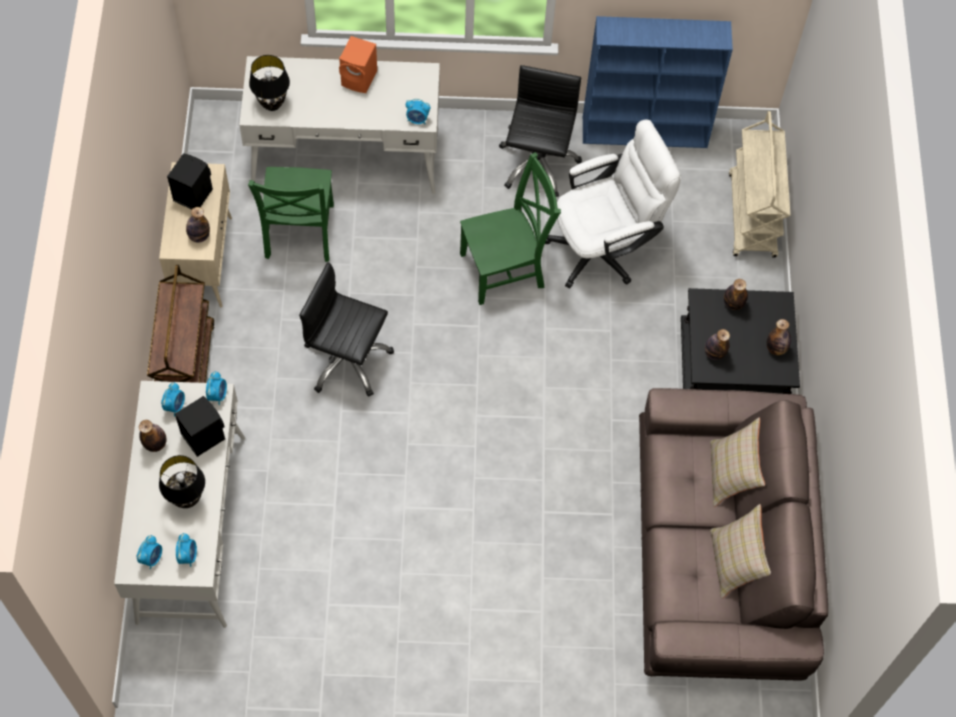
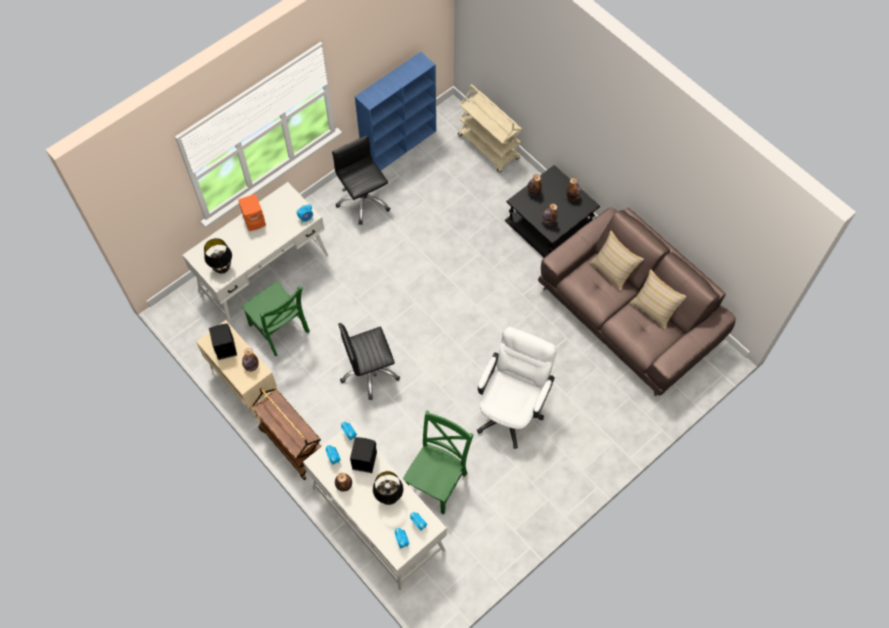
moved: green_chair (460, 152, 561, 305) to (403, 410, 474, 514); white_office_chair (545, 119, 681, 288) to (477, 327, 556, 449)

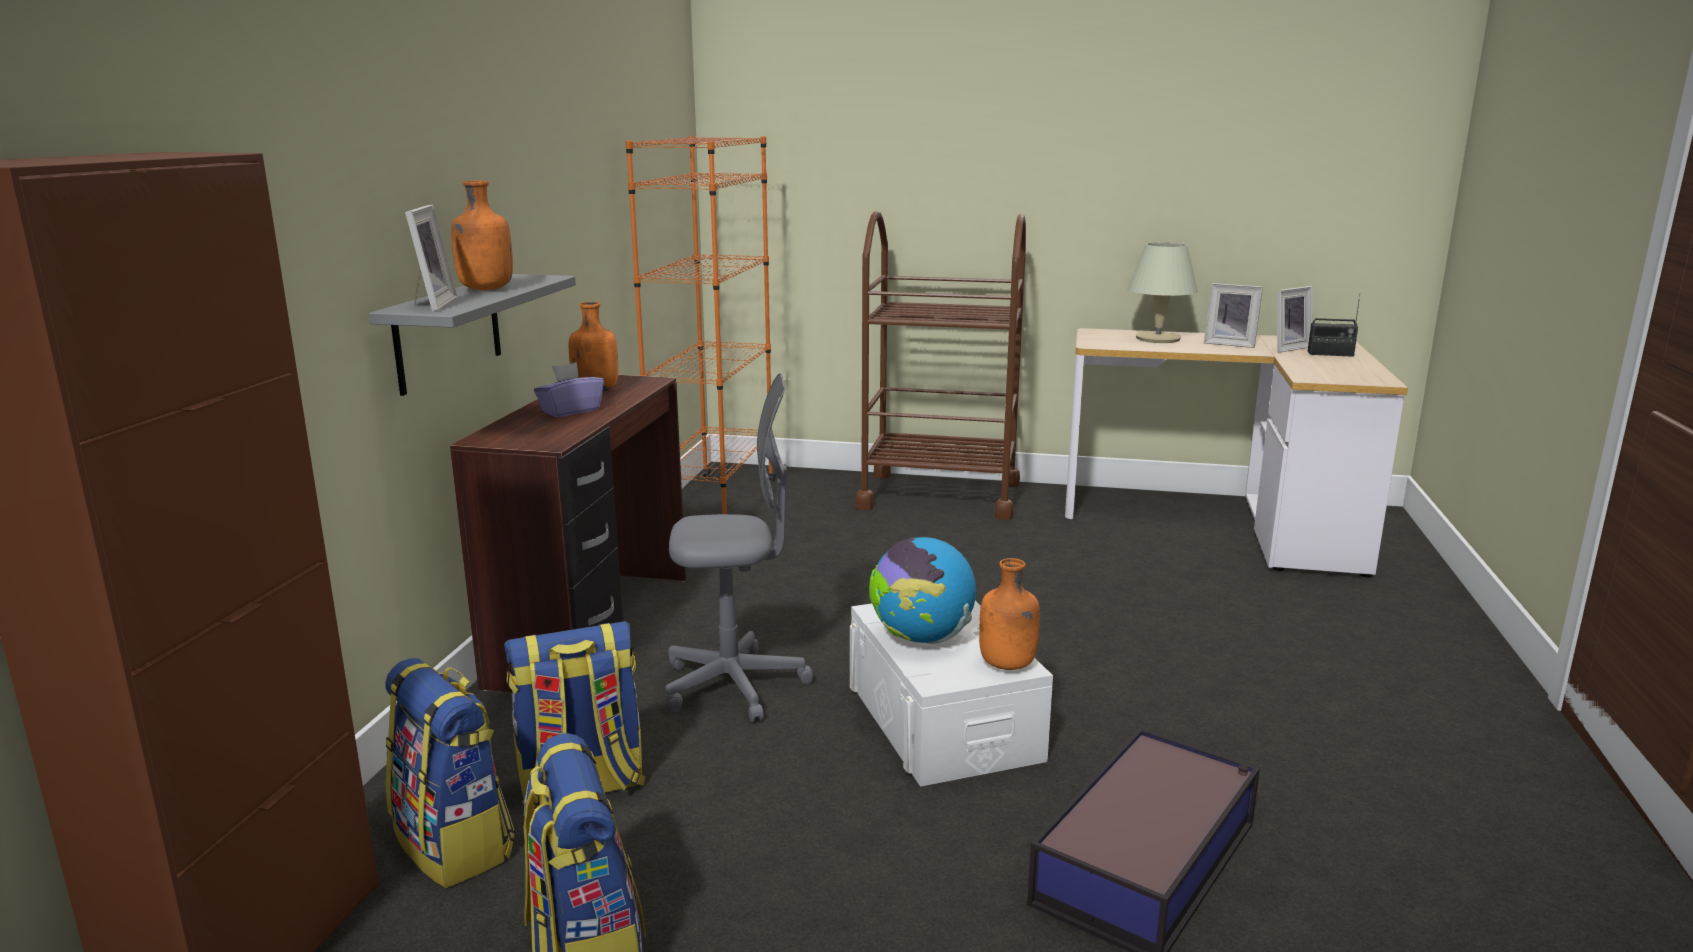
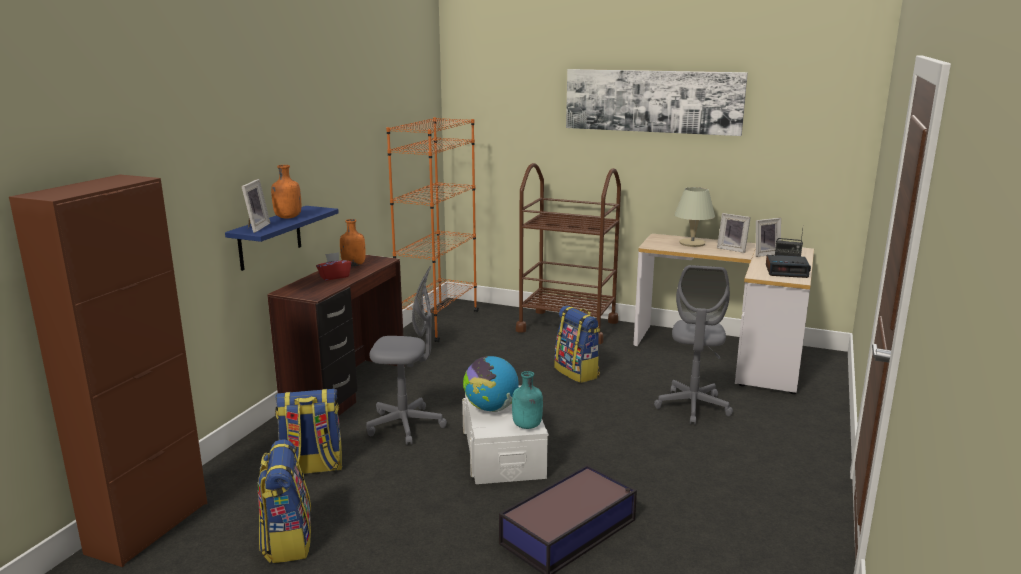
added: picture (566, 69, 748, 136); grey_office_chair (654, 265, 733, 425); alarm_clock (766, 255, 811, 278)
moved: backpack (385, 658, 514, 888) to (554, 305, 600, 383)
recoloured: grey_shelf (369, 274, 576, 396) to blue_shelf (225, 206, 339, 271); purple_tissue_box (534, 362, 604, 417) to red_tissue_box (316, 252, 351, 281); orange_bottle (979, 558, 1040, 670) to turquoise_bottle (512, 371, 543, 429)

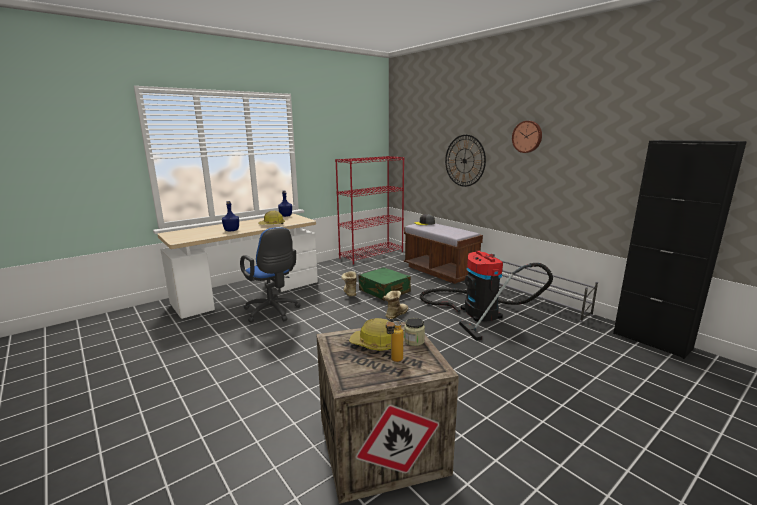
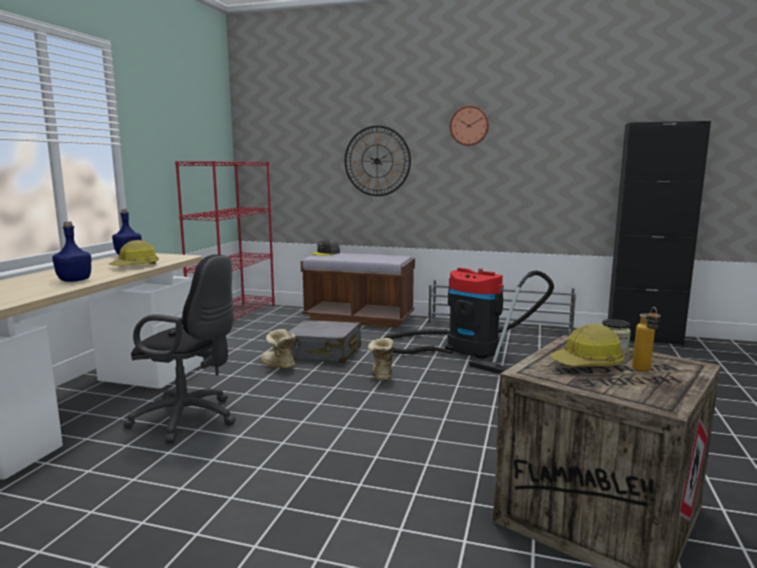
recoloured: blue_office_chair (240, 227, 300, 323) to black_office_chair (123, 254, 236, 444); green_suitcase (359, 267, 411, 301) to grey_suitcase (288, 320, 361, 363)

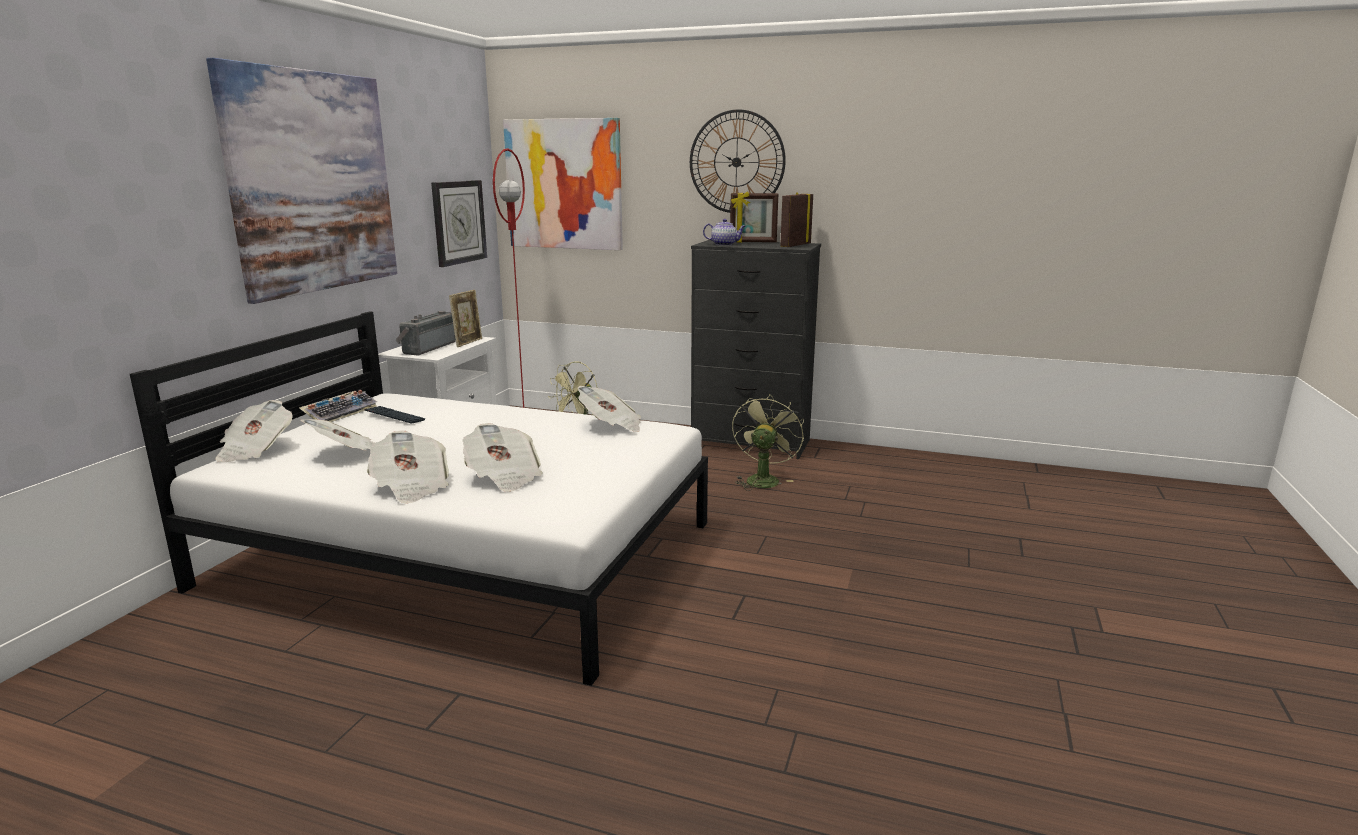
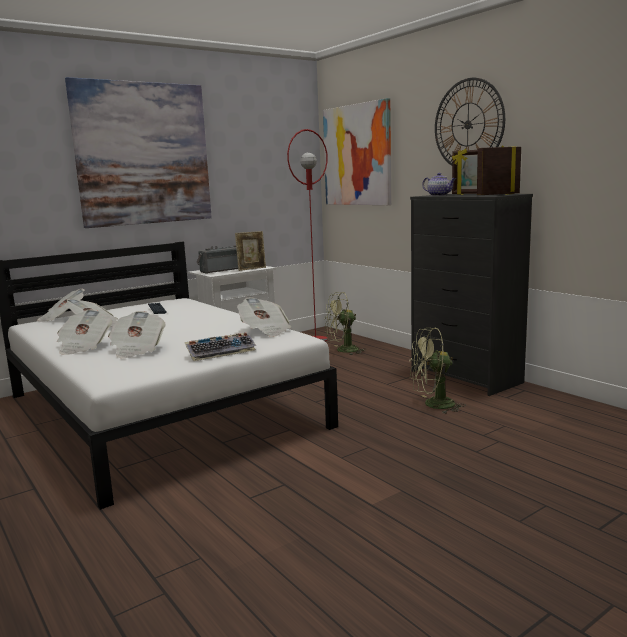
removed: wall_clock (431, 180, 487, 267)
moved: keyboard (299, 390, 377, 422) to (184, 332, 256, 361)
turned: green_fan (732, 394, 804, 491) = (410, 328, 466, 414) 150 degrees counterclockwise

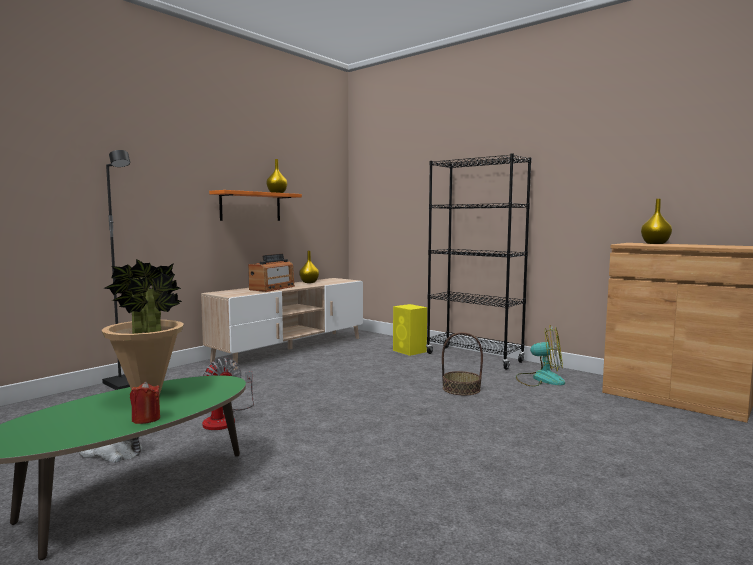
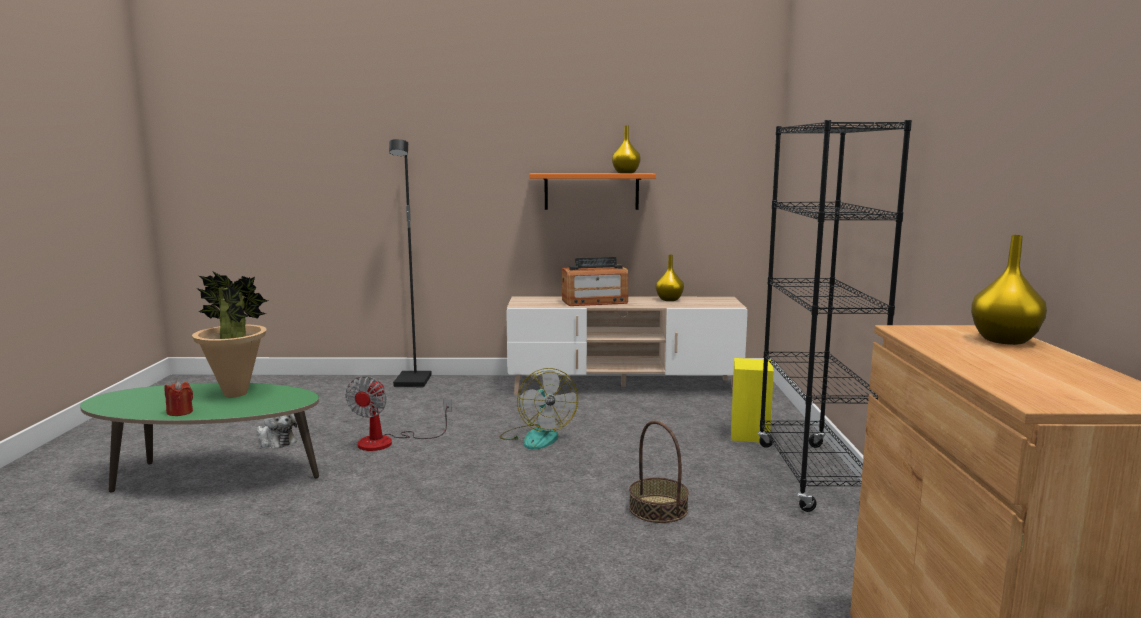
moved: fan (516, 325, 565, 387) to (500, 368, 578, 450)

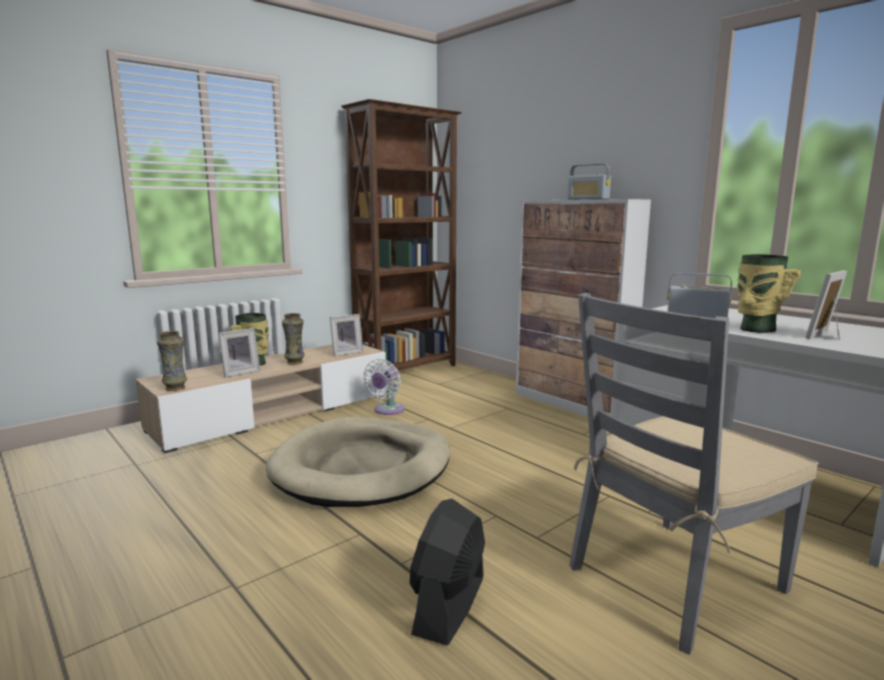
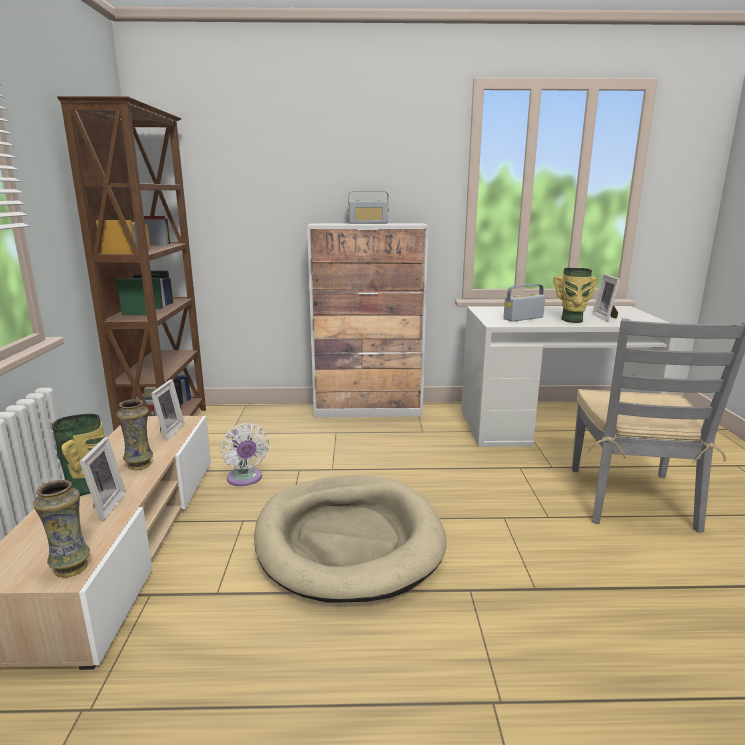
removed: black_fan (410, 499, 485, 646)

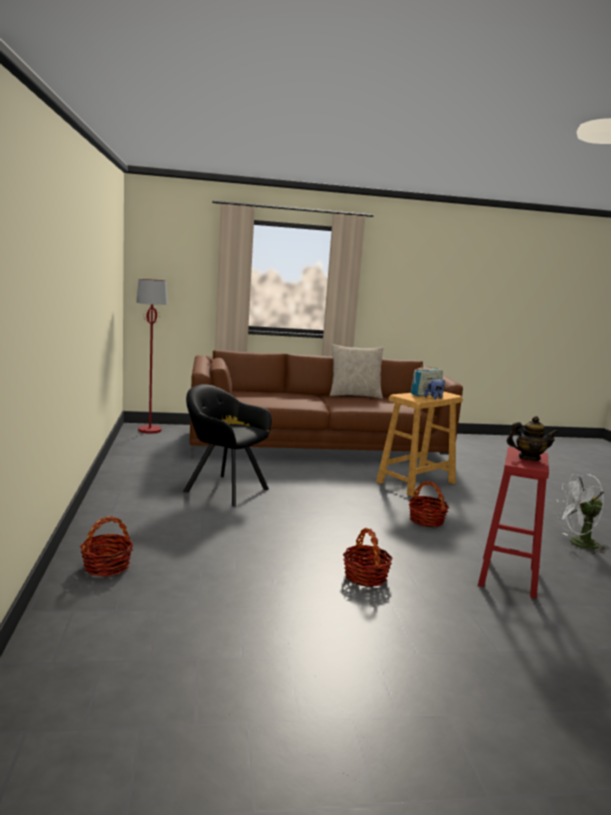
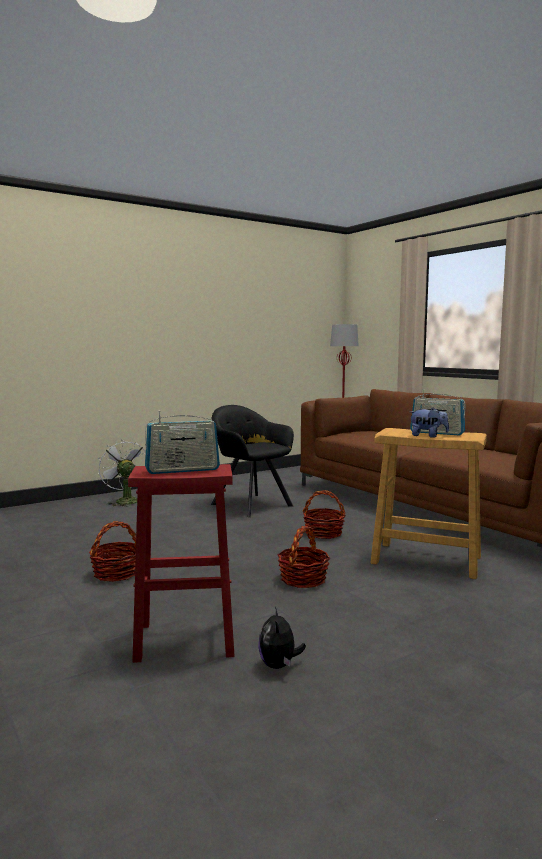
removed: beige_pillow (330, 344, 384, 399)
added: plush_toy (258, 607, 306, 669)
moved: basket (80, 516, 134, 577) to (303, 490, 346, 539); white_fan (557, 474, 609, 554) to (98, 439, 146, 507)
replaced: teapot (507, 416, 559, 461) to radio (145, 411, 220, 474)
turned: black_armchair (183, 384, 272, 507) = (211, 405, 294, 517) 45 degrees counterclockwise

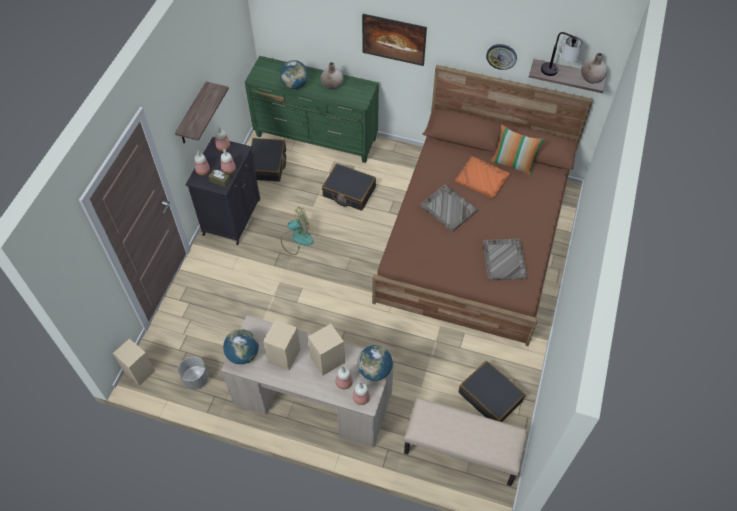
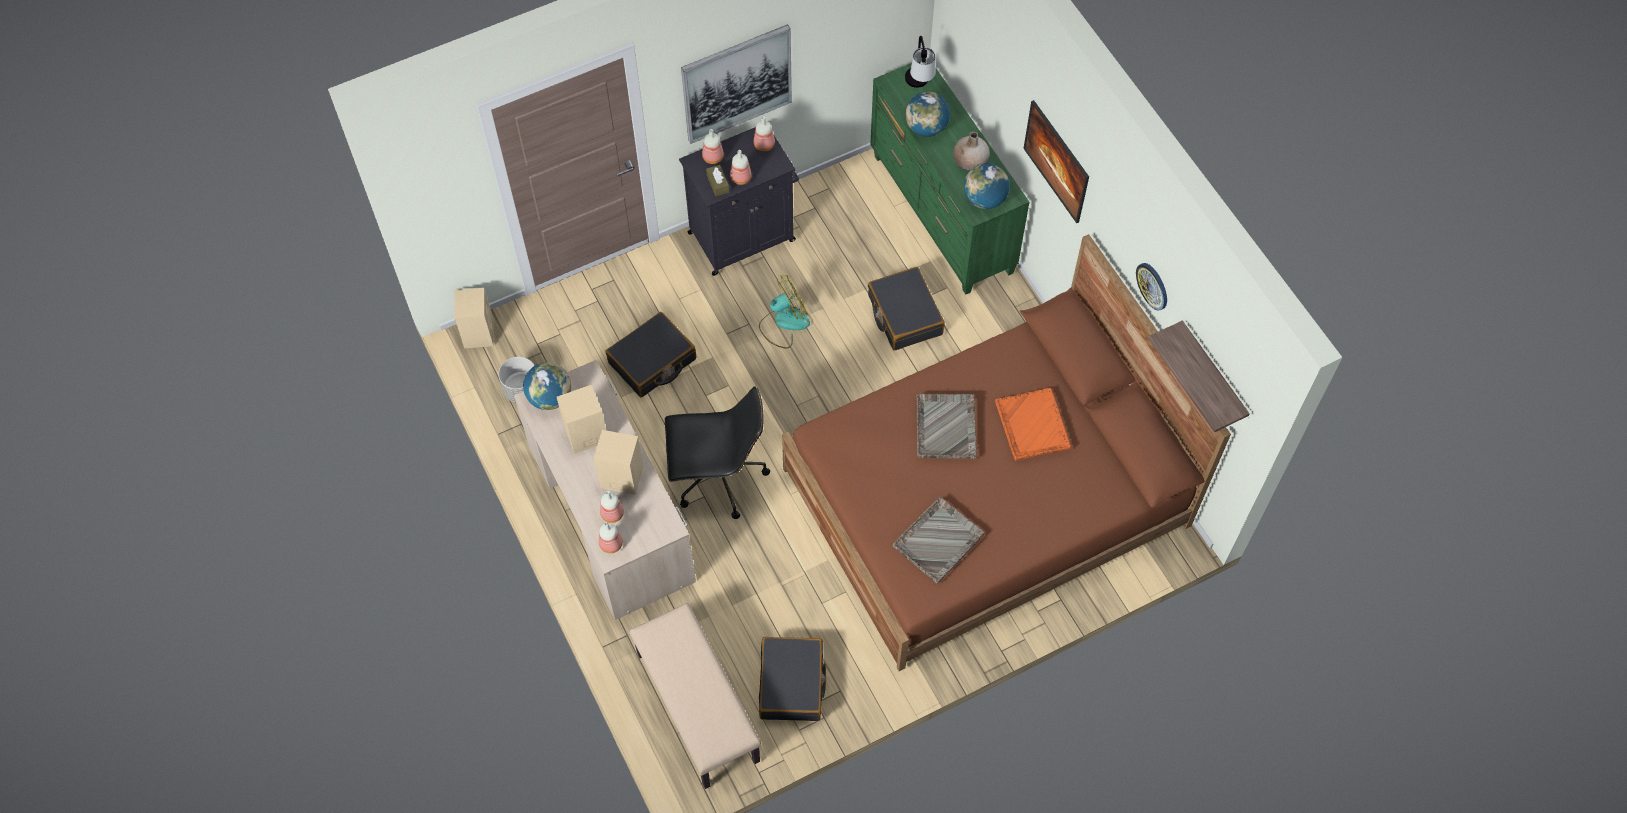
removed: pillow (491, 125, 544, 176); beige_vase (581, 53, 607, 84)
added: black_office_chair (665, 386, 770, 519)
moved: black_suitcase (251, 138, 286, 182) to (605, 312, 696, 397); globe (357, 345, 393, 381) to (964, 163, 1010, 209); table_lamp (541, 32, 582, 76) to (905, 36, 936, 88)
replaced: shelf (175, 82, 229, 144) to picture (681, 24, 792, 144)
turned: fan (281, 207, 313, 255) = (759, 275, 810, 349) 60 degrees counterclockwise

